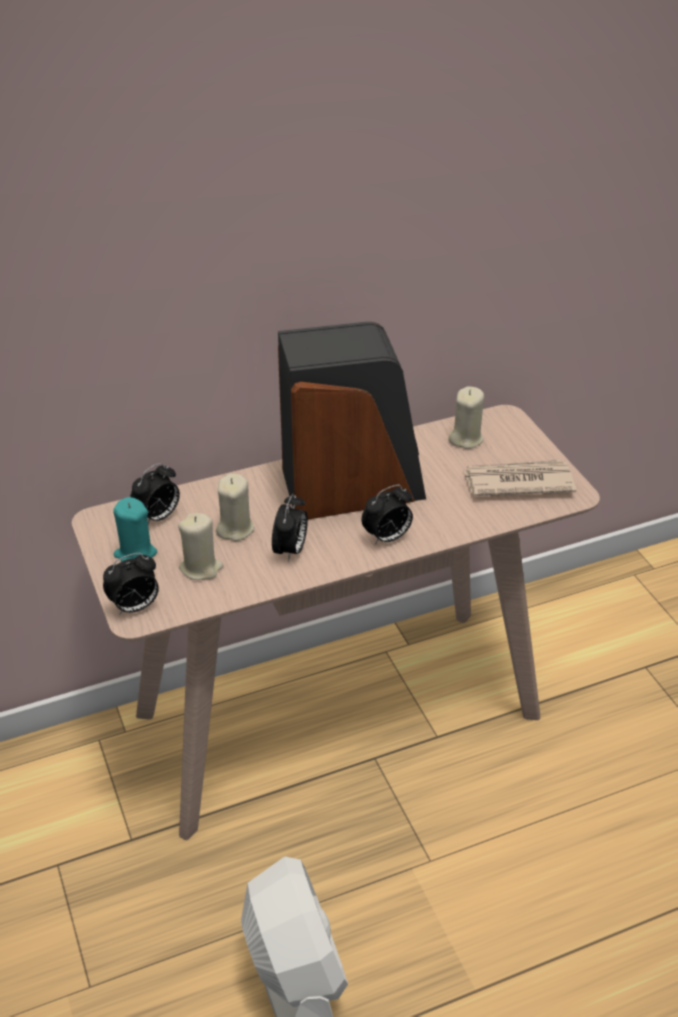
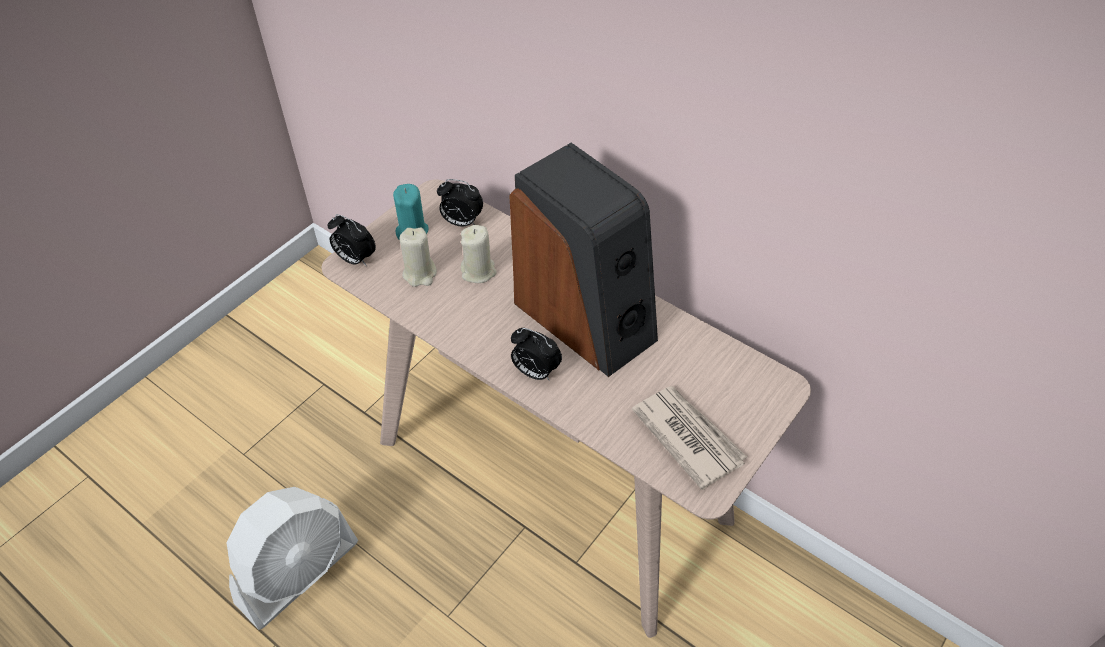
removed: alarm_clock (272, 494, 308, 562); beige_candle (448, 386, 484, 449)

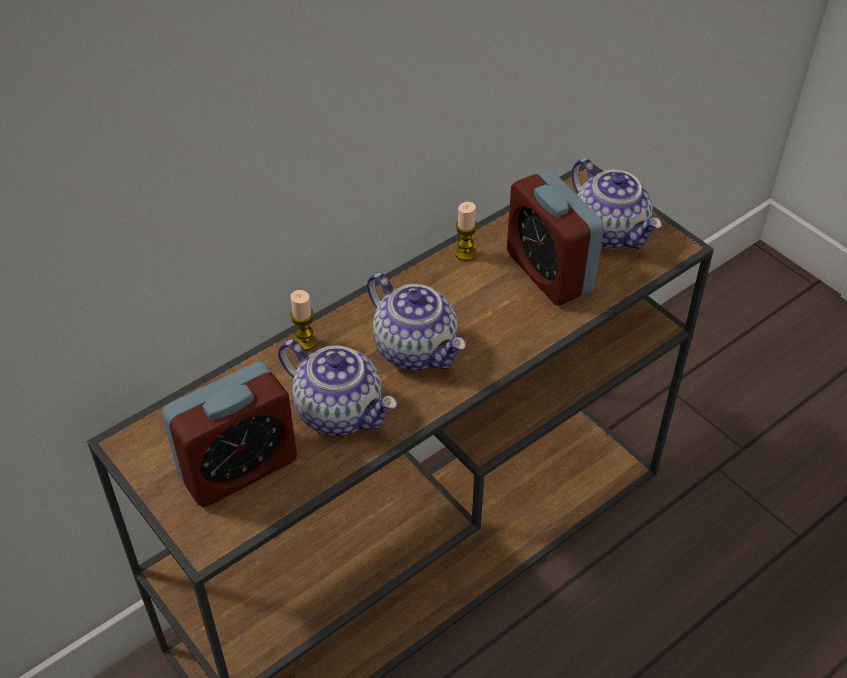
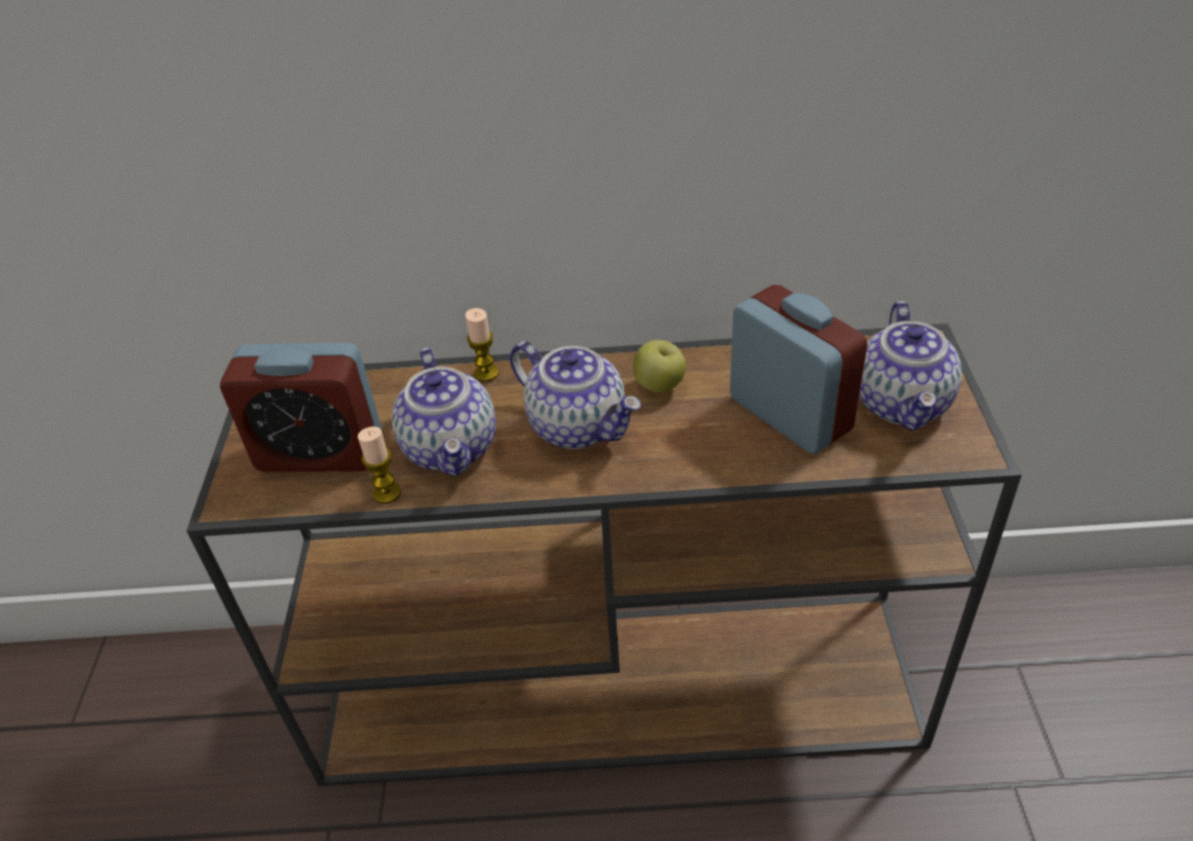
added: apple (633, 340, 686, 393)
moved: candle (455, 202, 477, 261) to (358, 426, 401, 504)
turned: teapot (367, 273, 466, 370) = (510, 341, 641, 449) 45 degrees counterclockwise; alarm_clock (507, 170, 604, 306) = (730, 285, 867, 454) 135 degrees clockwise

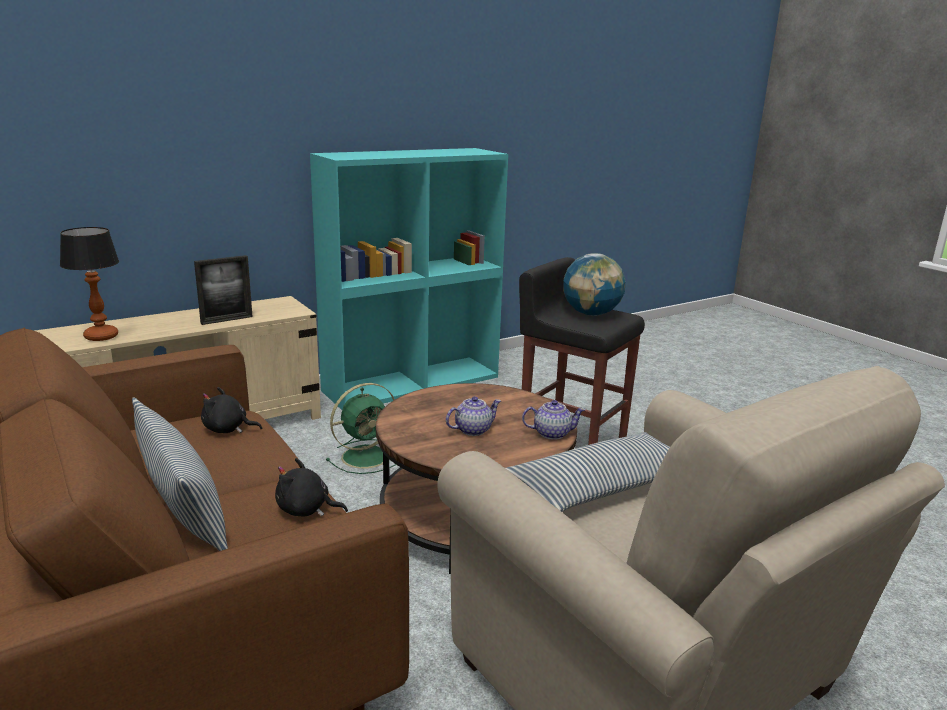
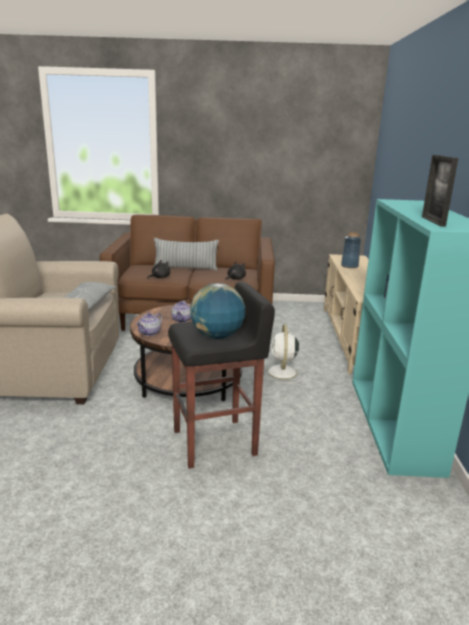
moved: picture_frame (194, 255, 253, 325) to (422, 155, 459, 227)
replaced: table_lamp (60, 227, 119, 341) to blue_vase (341, 232, 361, 268)
recoloured: green_fan (326, 383, 396, 474) to white_fan (263, 324, 305, 383)

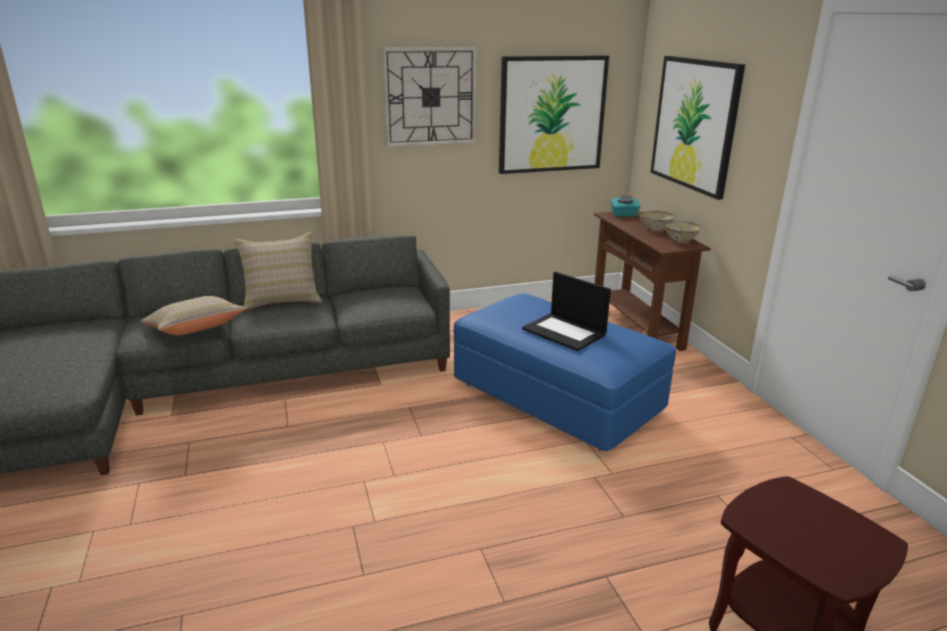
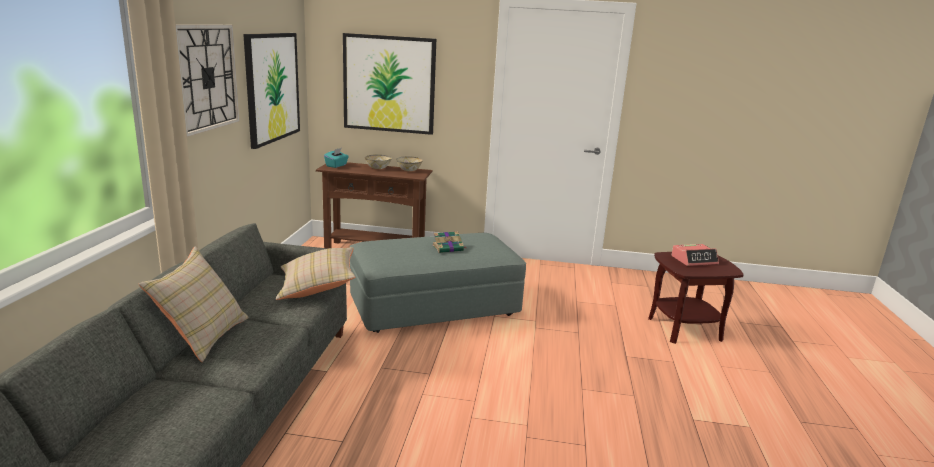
added: alarm_clock (671, 244, 719, 266)
moved: beige_pillow (140, 296, 247, 335) to (276, 247, 355, 300)
replaced: laptop (522, 272, 611, 351) to book (432, 231, 465, 253)
recoloured: blue_ottoman (454, 294, 676, 451) to grey_ottoman (350, 233, 526, 333)

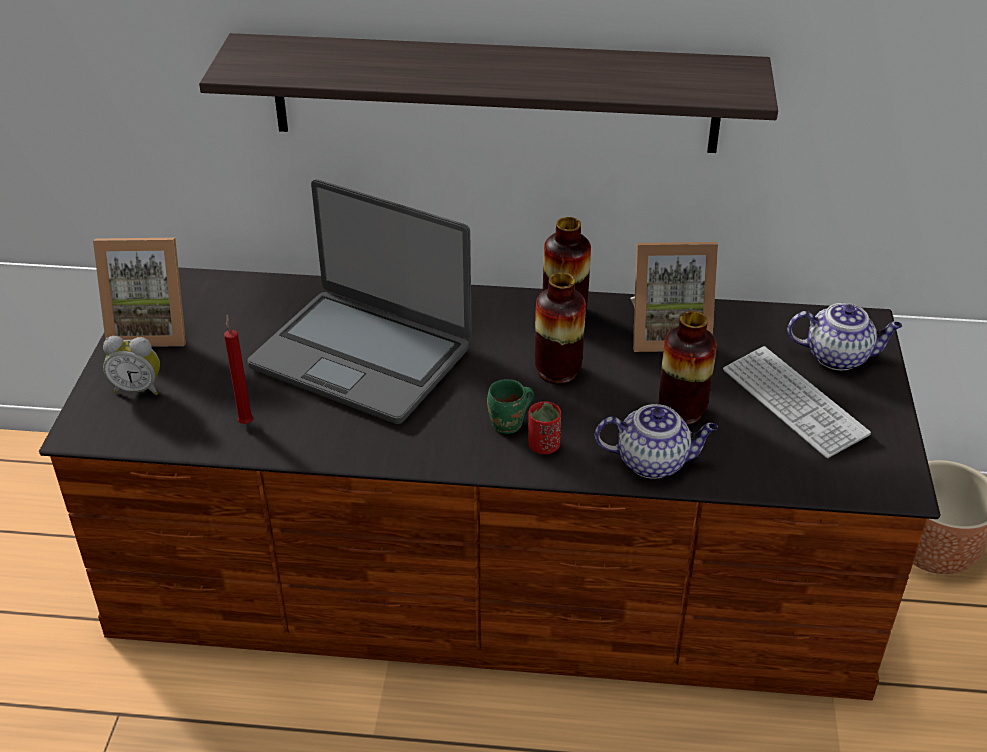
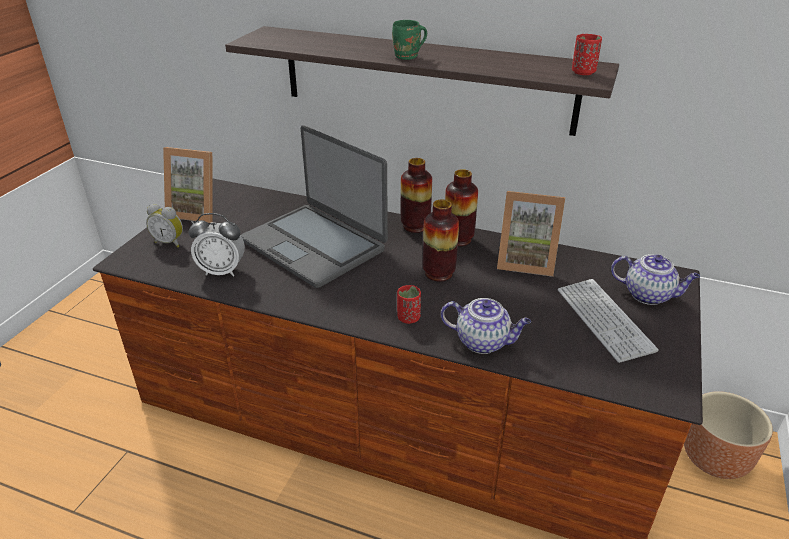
added: red_cup (572, 34, 602, 75)
moved: green_mug (487, 379, 534, 434) to (392, 20, 427, 60); vase (658, 311, 717, 426) to (401, 158, 432, 233)
replaced: red_candle (224, 315, 253, 424) to alarm_clock (189, 213, 245, 277)

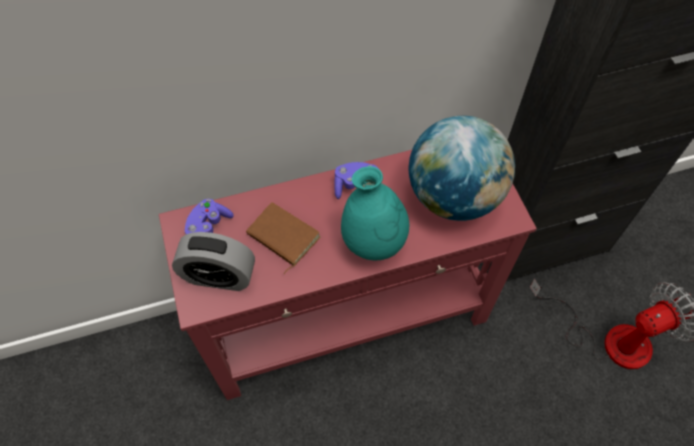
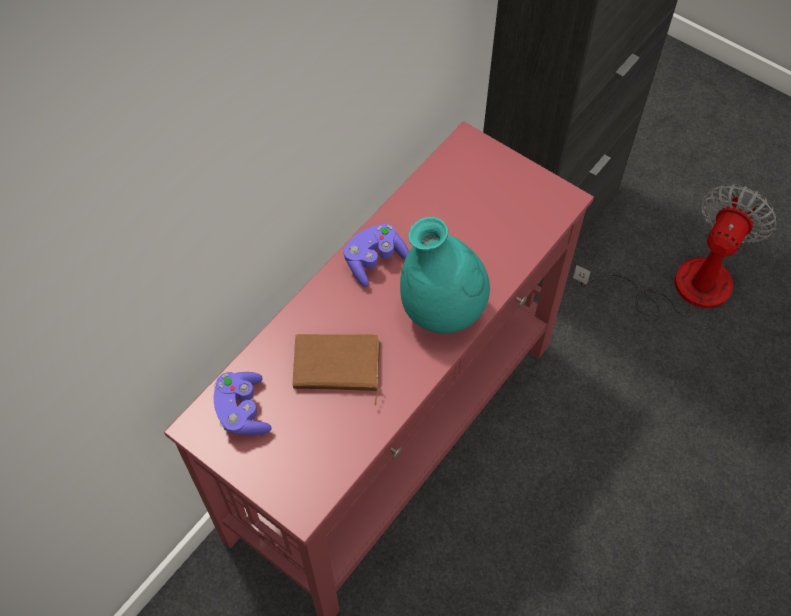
removed: alarm_clock (172, 232, 255, 291); globe (409, 116, 515, 221)

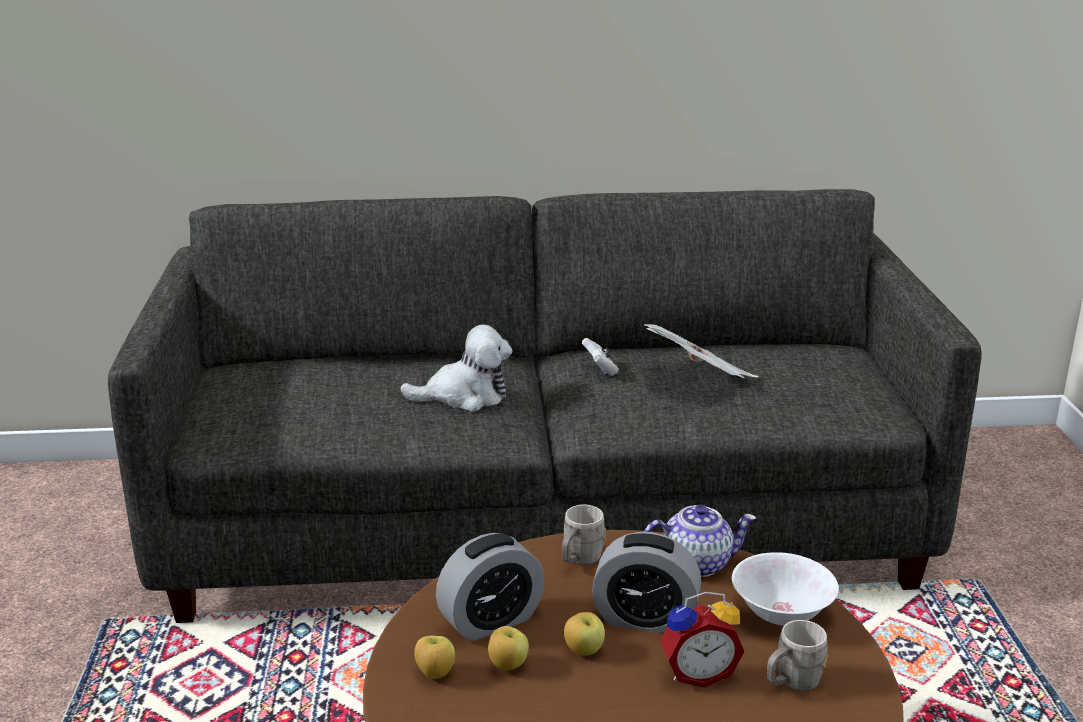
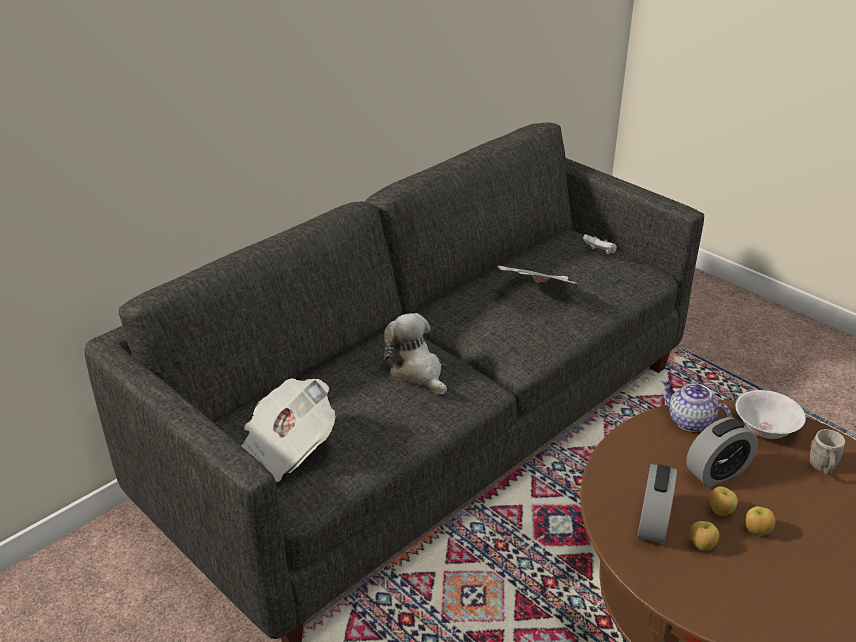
removed: grey_mug (562, 505, 606, 565); alarm_clock (660, 592, 744, 688)
added: newspaper (241, 378, 335, 482)
moved: apple (414, 636, 455, 679) to (745, 506, 775, 535); white_game_controller (582, 338, 619, 376) to (583, 234, 617, 255)
turned: plush_toy (400, 325, 512, 412) = (384, 313, 447, 395) 75 degrees counterclockwise; teapot (644, 505, 756, 577) = (661, 379, 732, 432) 90 degrees counterclockwise

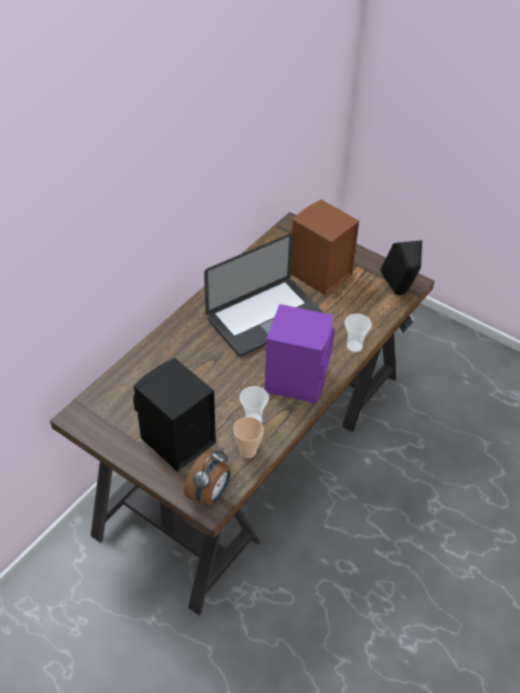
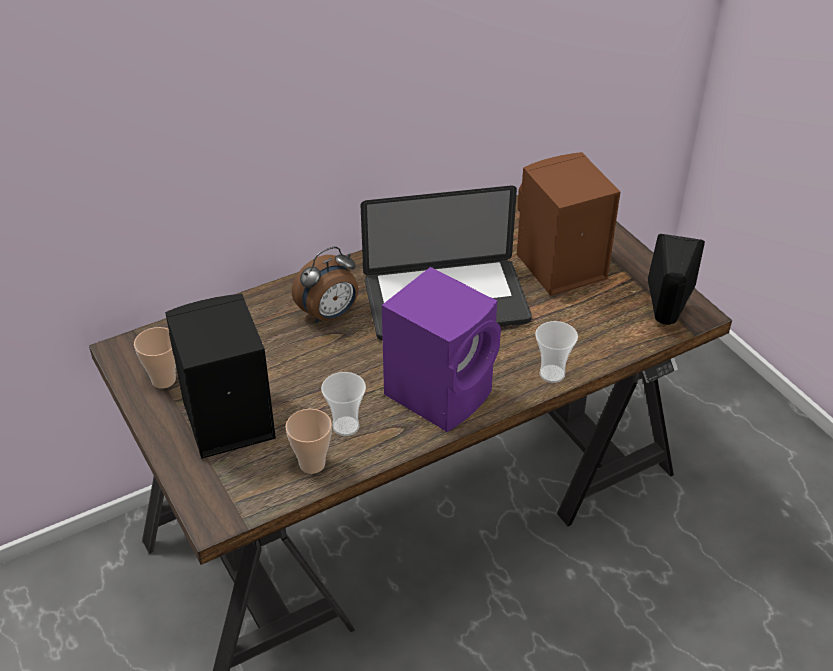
added: cup (134, 327, 176, 389)
moved: alarm_clock (184, 449, 230, 505) to (292, 247, 358, 323)

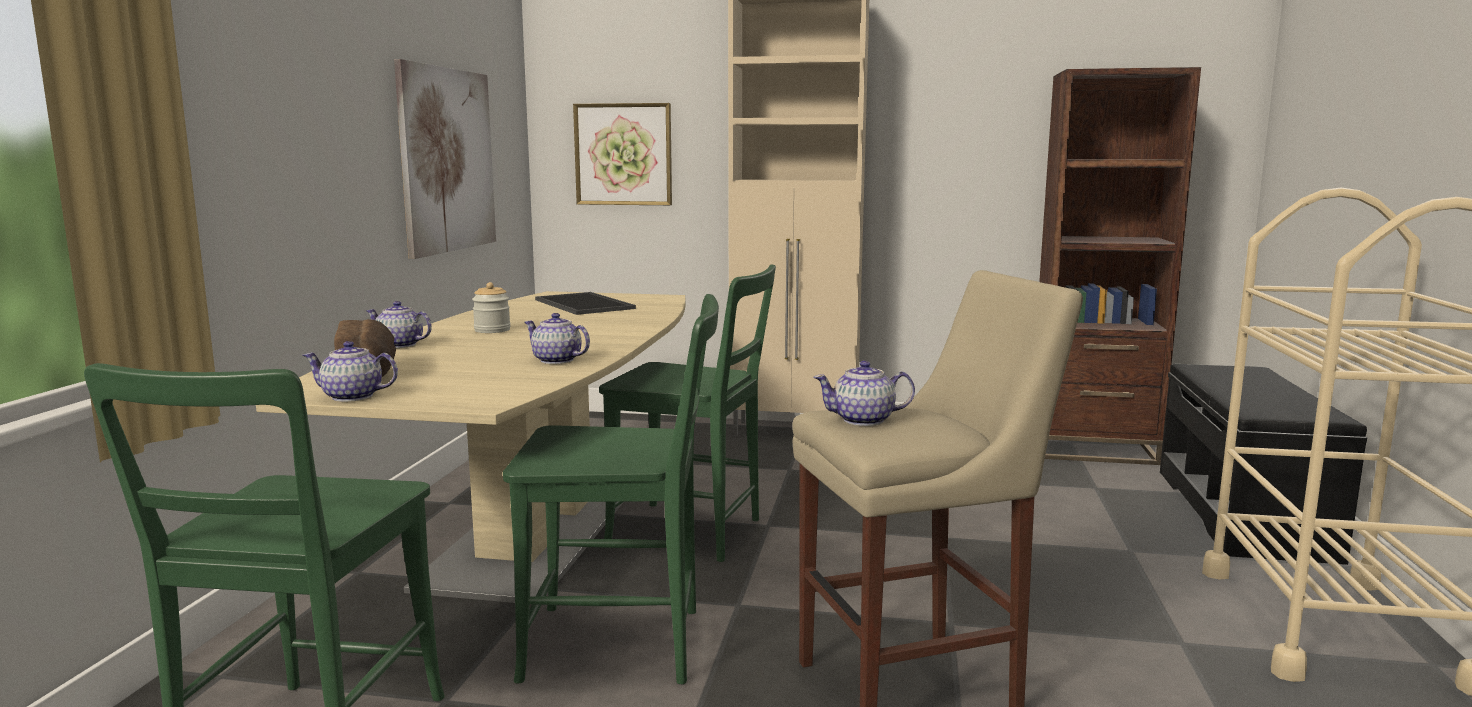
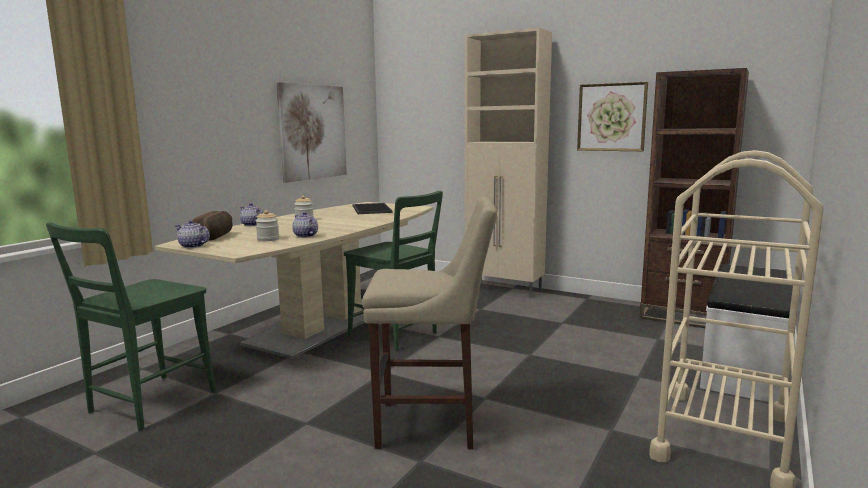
removed: green_chair (503, 294, 719, 684); teapot (813, 361, 915, 426)
added: jar (256, 210, 279, 241)
moved: picture (573, 103, 672, 205) to (577, 82, 648, 151)
recoloured: black_bench (1160, 364, 1367, 565) to white_bench (700, 264, 793, 403)

